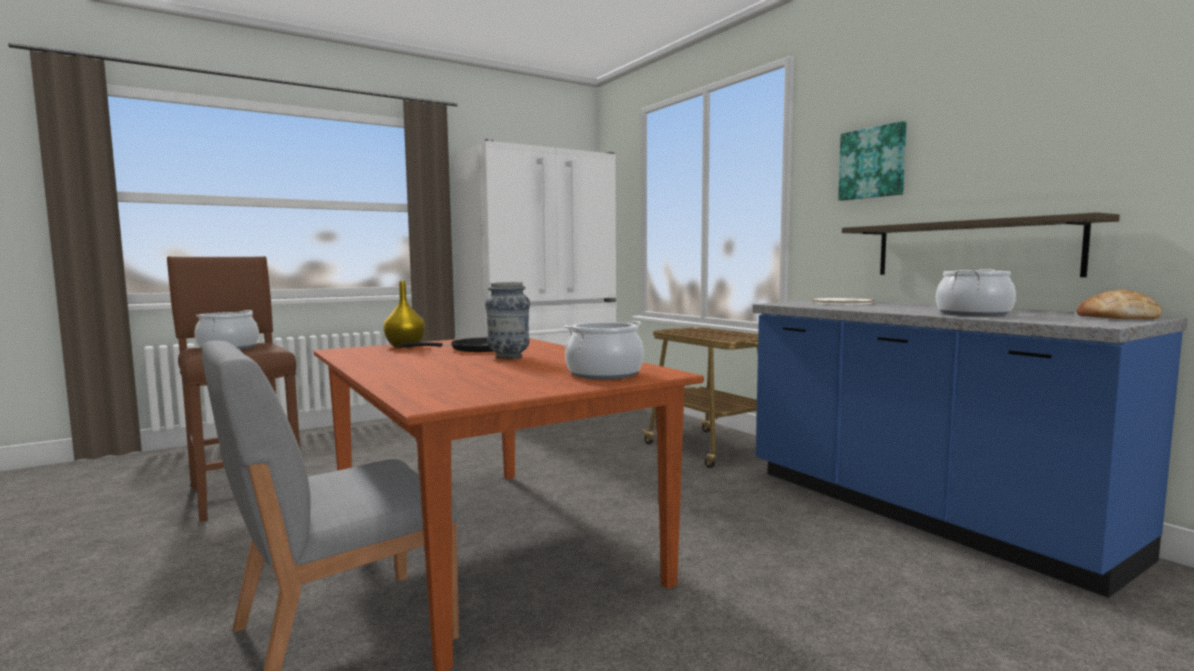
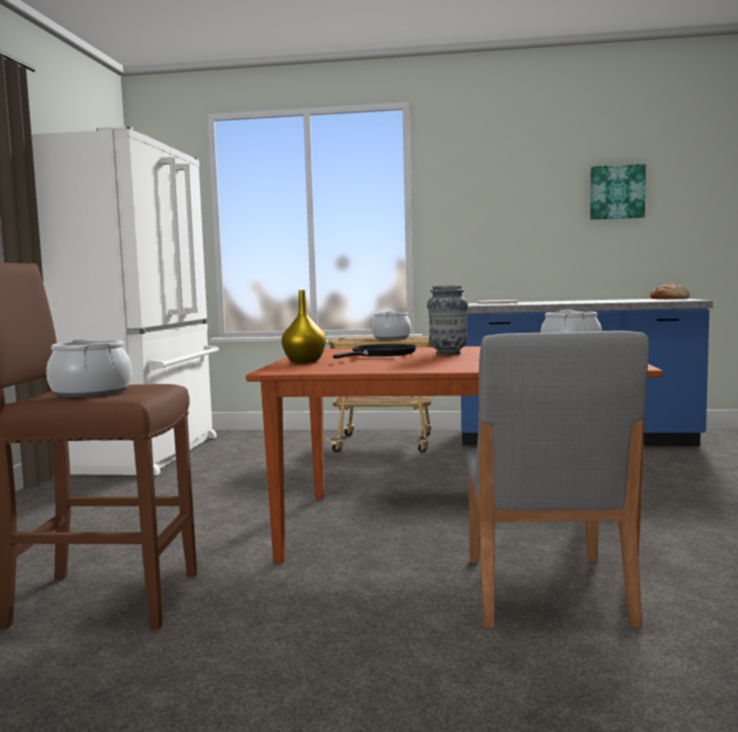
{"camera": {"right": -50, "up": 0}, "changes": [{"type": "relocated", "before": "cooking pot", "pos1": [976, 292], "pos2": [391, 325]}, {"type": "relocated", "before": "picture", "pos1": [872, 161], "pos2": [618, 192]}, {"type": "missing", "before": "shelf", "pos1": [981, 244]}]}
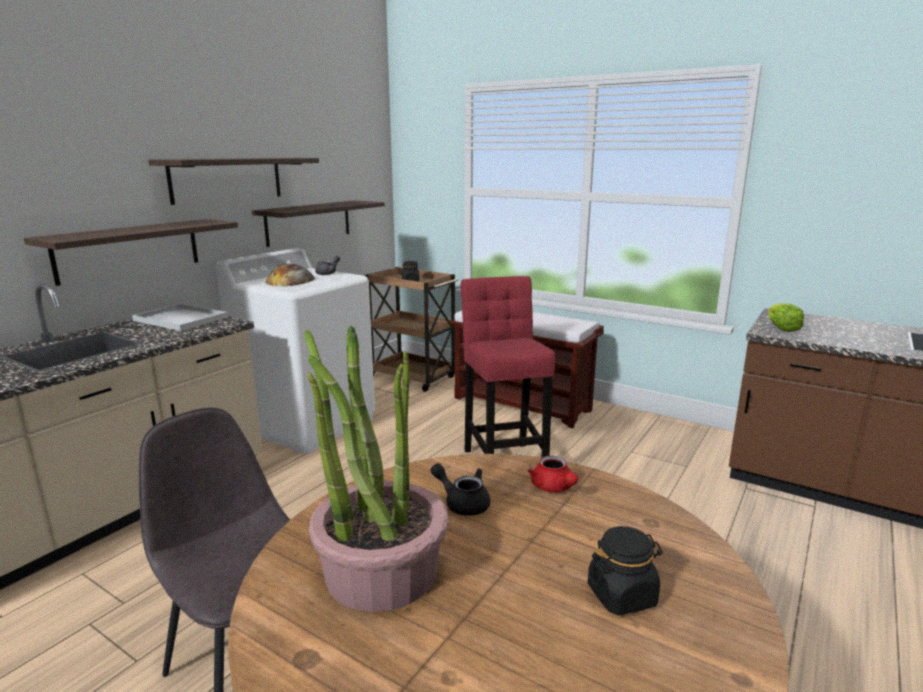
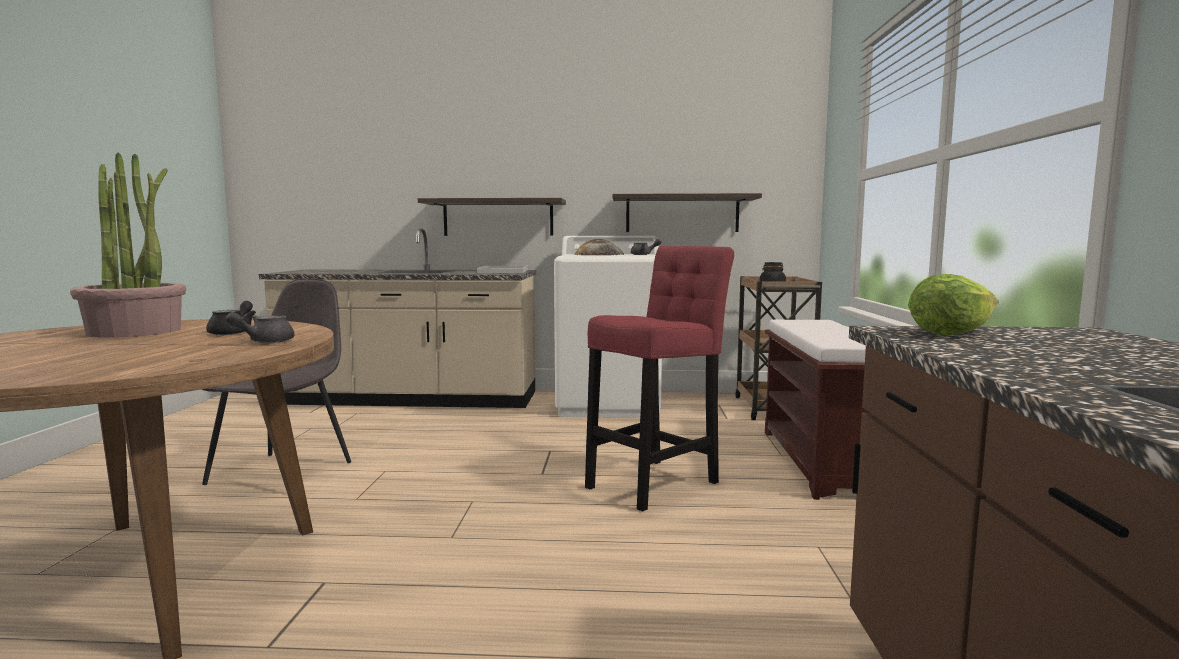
{"camera": {"right": 60, "up": -10}, "changes": [{"type": "colour", "before": "red teapot", "after": "grey teapot", "pos1": [553, 474], "pos2": [260, 327]}, {"type": "missing", "before": "shelf", "pos1": [233, 181]}, {"type": "missing", "before": "black jar", "pos1": [625, 570]}]}
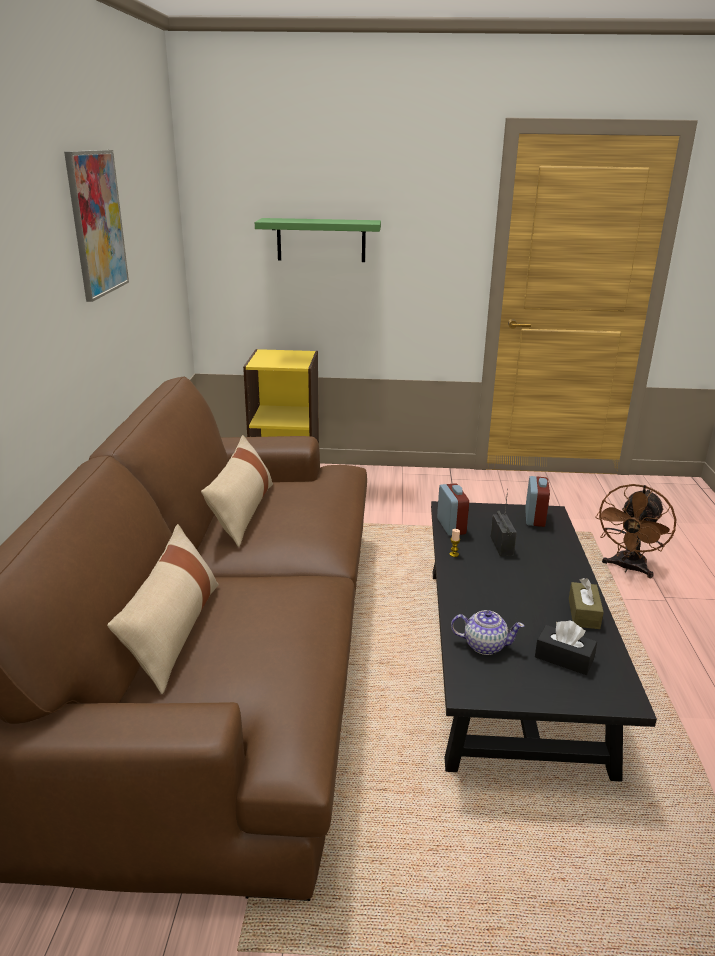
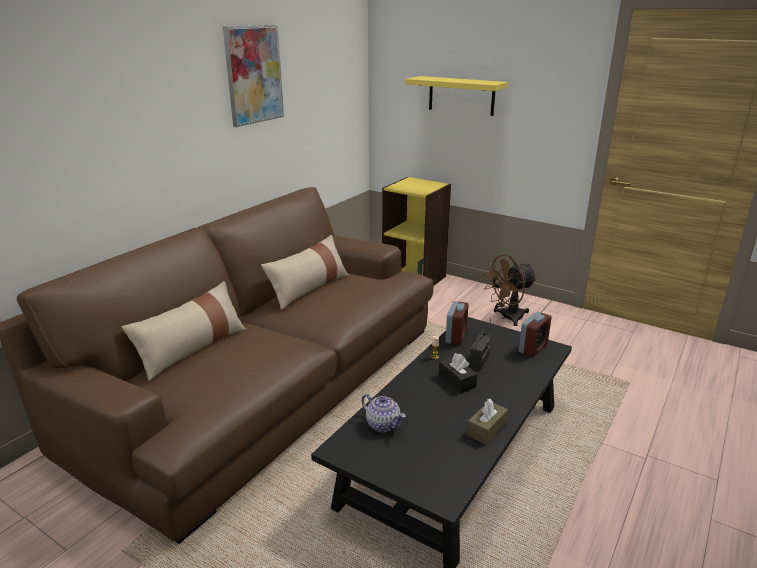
{"camera": {"right": 30, "up": 0}, "changes": [{"type": "colour", "before": "green shelf", "after": "yellow shelf", "pos1": [318, 240], "pos2": [456, 96]}, {"type": "relocated", "before": "black tissue box", "pos1": [566, 648], "pos2": [458, 373]}, {"type": "relocated", "before": "brown fan", "pos1": [636, 531], "pos2": [509, 290]}]}
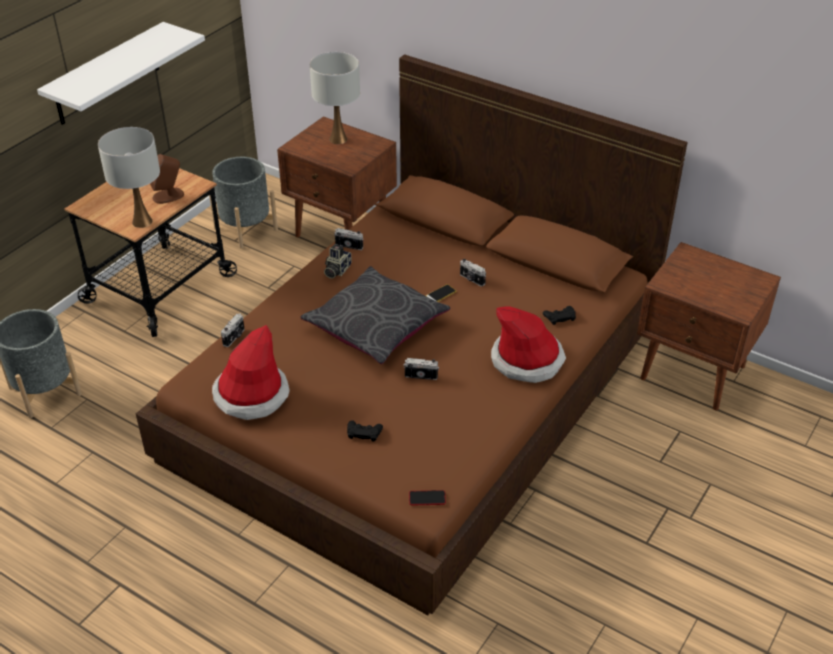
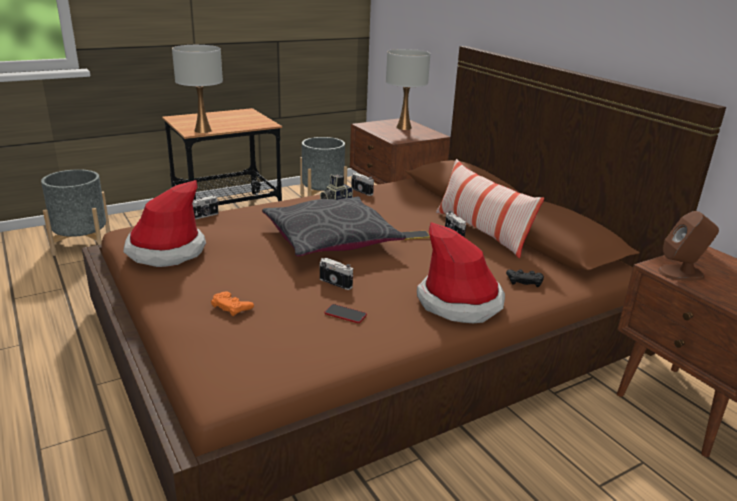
{"camera": {"right": 25, "up": -15}, "changes": [{"type": "colour", "before": "black game controller", "after": "orange game controller", "pos1": [365, 431], "pos2": [232, 304]}, {"type": "relocated", "before": "phone", "pos1": [427, 498], "pos2": [345, 313]}, {"type": "appeared", "after": "pillow", "pos2": [490, 208]}, {"type": "relocated", "before": "brown speaker", "pos1": [167, 179], "pos2": [688, 246]}, {"type": "missing", "before": "white shelf", "pos1": [121, 73]}]}
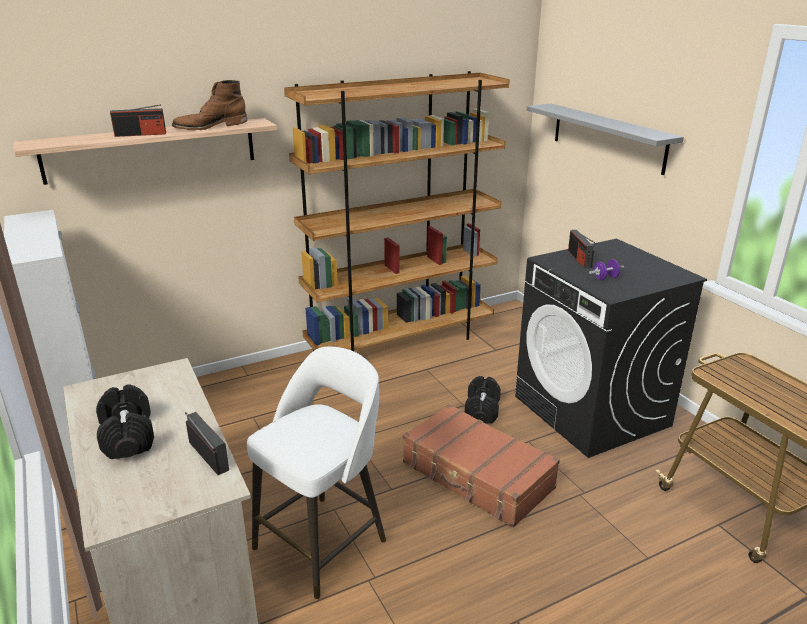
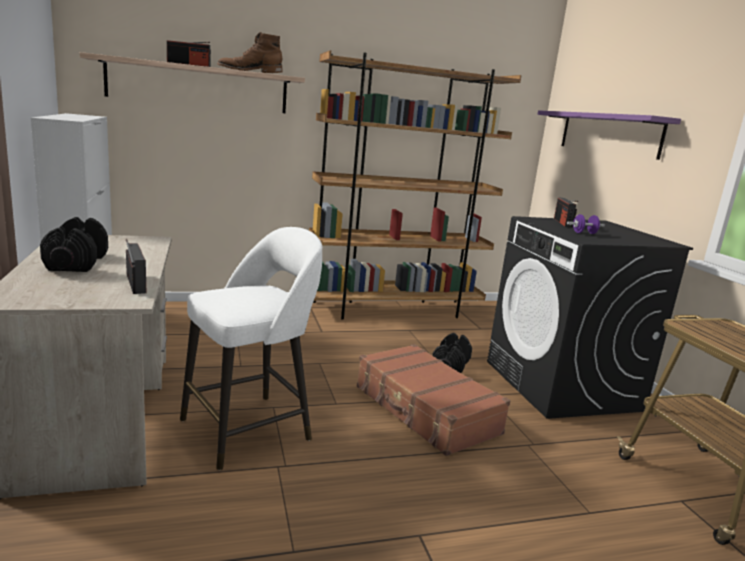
{"camera": {"right": 10, "up": -10}, "changes": [{"type": "colour", "before": "grey shelf", "after": "purple shelf", "pos1": [605, 139], "pos2": [609, 135]}]}
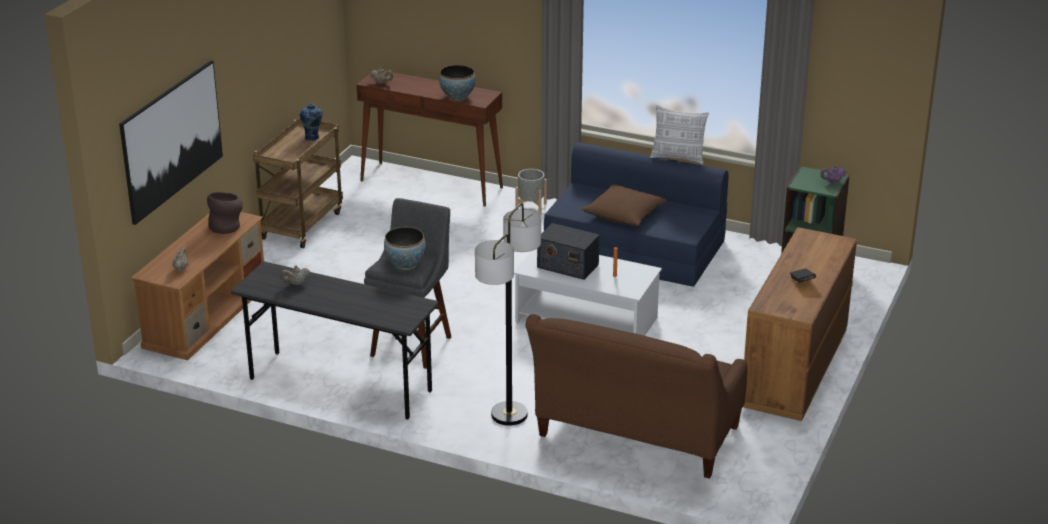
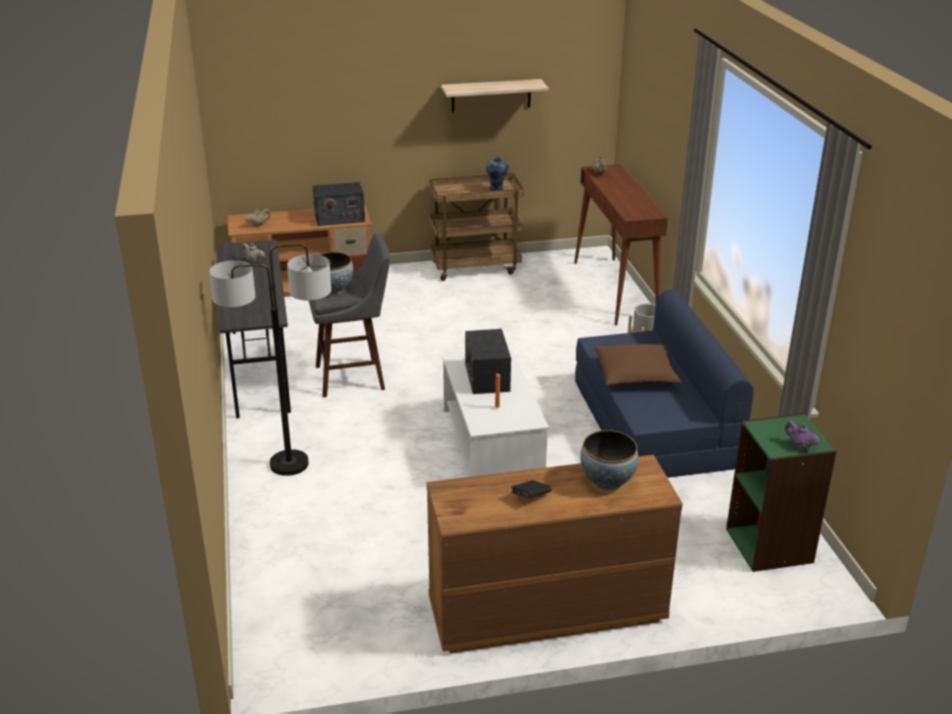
{"camera": {"right": 55, "up": 0}, "changes": [{"type": "exchanged", "before": "brown vase", "after": "radio", "pos1": [225, 213], "pos2": [339, 204]}, {"type": "appeared", "after": "shelf", "pos2": [495, 95]}, {"type": "relocated", "before": "bowl", "pos1": [457, 83], "pos2": [609, 460]}, {"type": "missing", "before": "picture", "pos1": [171, 142]}, {"type": "missing", "before": "brown sofa", "pos1": [637, 396]}, {"type": "missing", "before": "pillow", "pos1": [679, 134]}]}
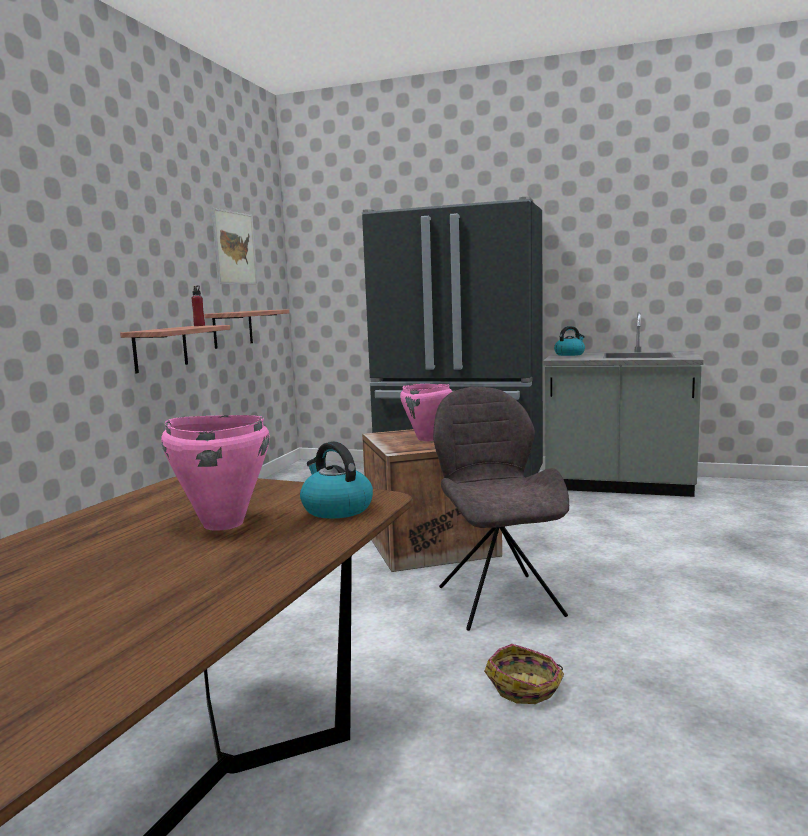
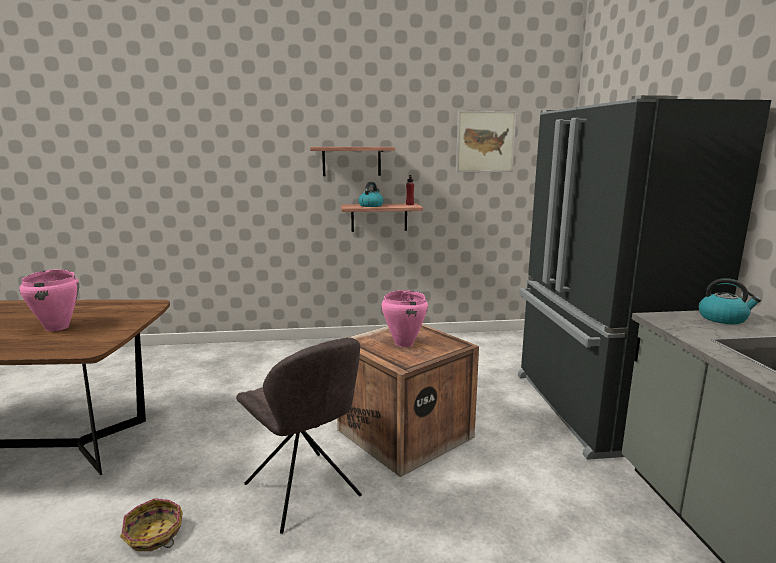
{"camera": {"right": 65, "up": 5}, "changes": [{"type": "spun", "before": "grey chair", "pos1": [501, 509], "pos2": [299, 435], "turn": 90}, {"type": "relocated", "before": "shelf", "pos1": [246, 329], "pos2": [352, 161]}, {"type": "relocated", "before": "kettle", "pos1": [336, 480], "pos2": [371, 194]}]}
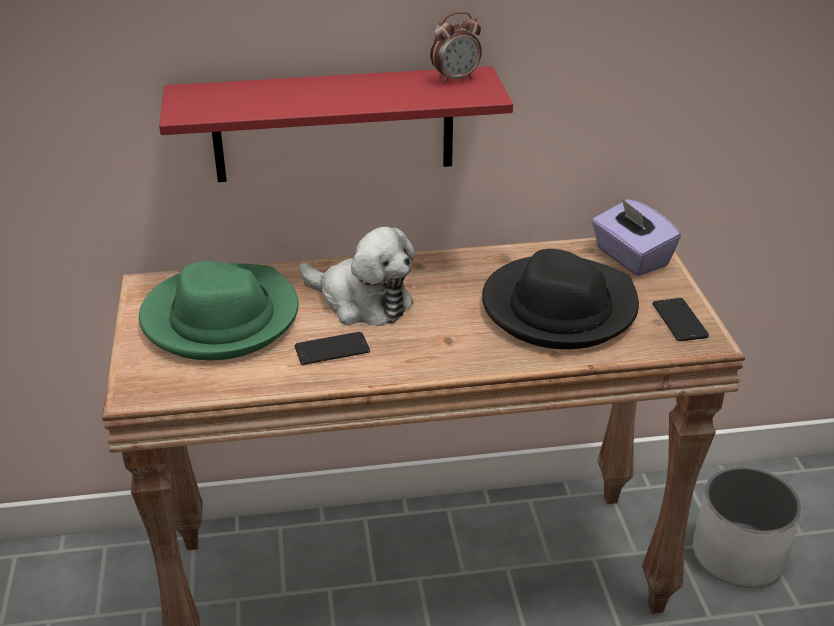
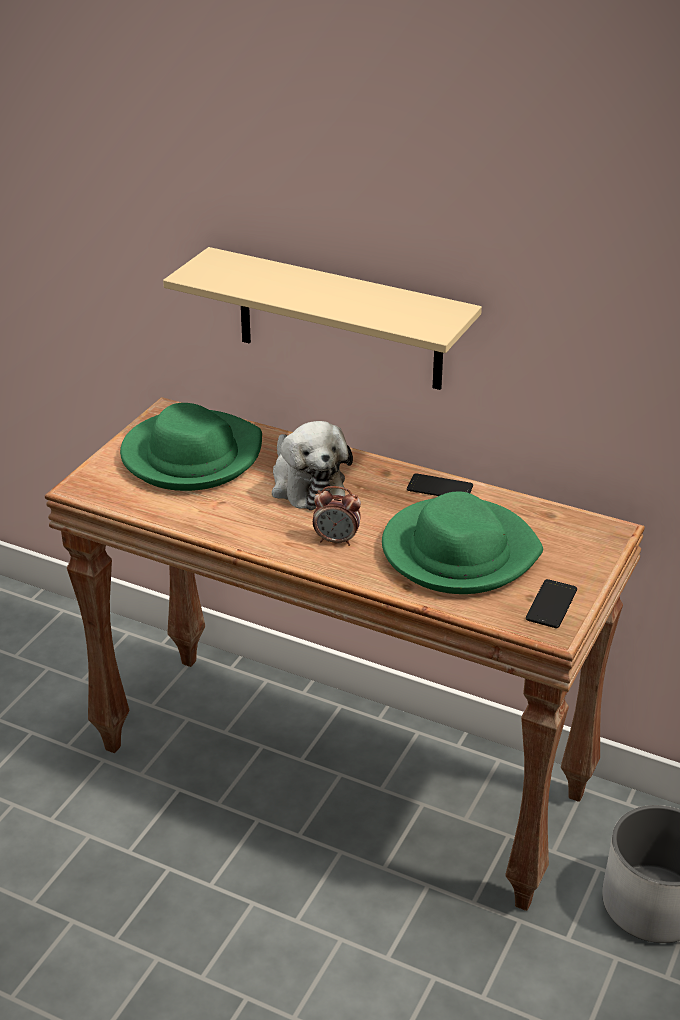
{"camera": {"right": 35, "up": 0}, "changes": [{"type": "colour", "before": "red shelf", "after": "beige shelf", "pos1": [336, 124], "pos2": [322, 318]}, {"type": "relocated", "before": "alarm clock", "pos1": [456, 47], "pos2": [337, 516]}, {"type": "colour", "before": "black hat", "after": "green hat", "pos1": [560, 299], "pos2": [462, 542]}, {"type": "relocated", "before": "phone", "pos1": [332, 348], "pos2": [440, 484]}, {"type": "missing", "before": "purple tissue box", "pos1": [636, 237]}]}
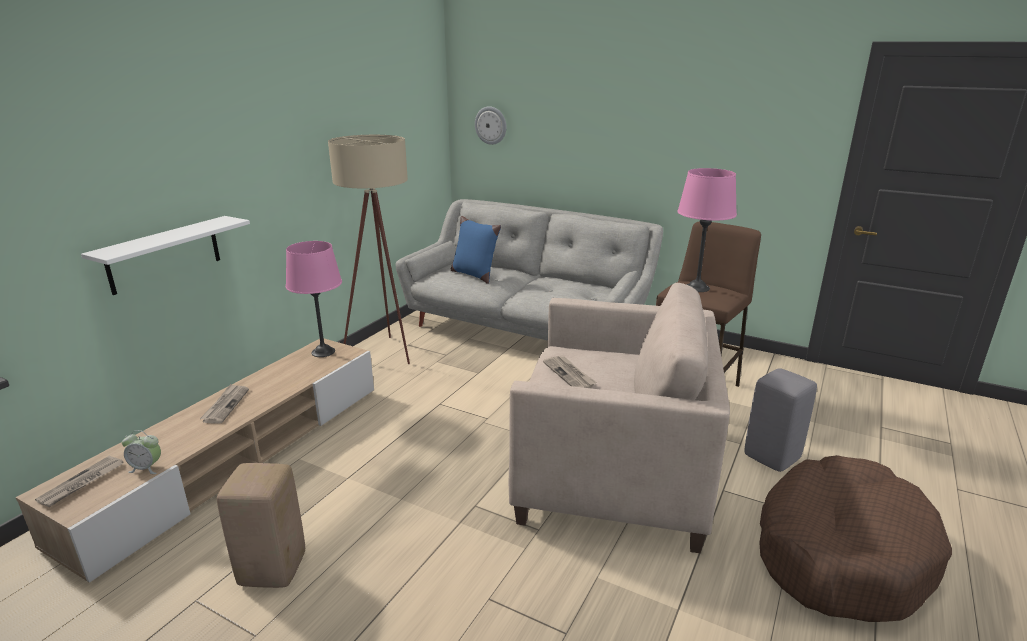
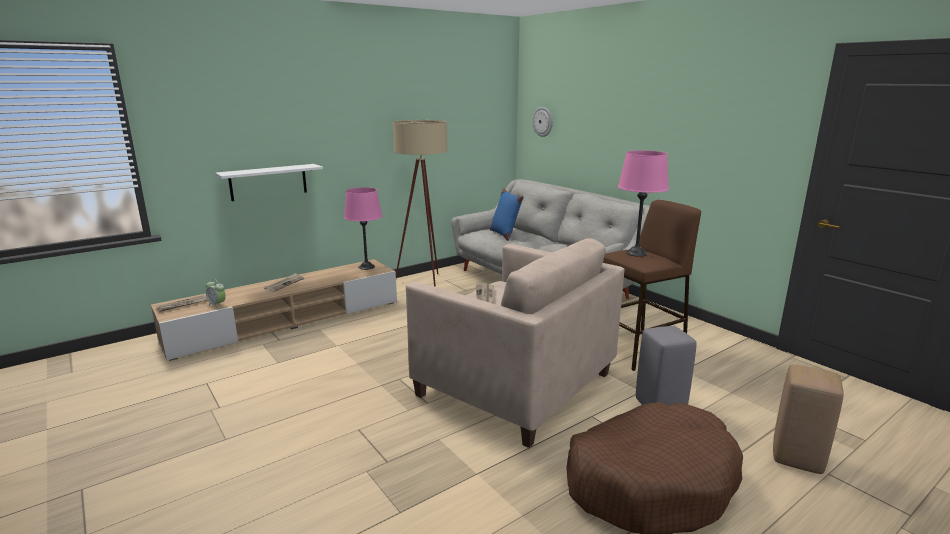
{"camera": {"right": 25, "up": -5}, "changes": [{"type": "relocated", "before": "beige stool", "pos1": [261, 525], "pos2": [808, 419]}]}
